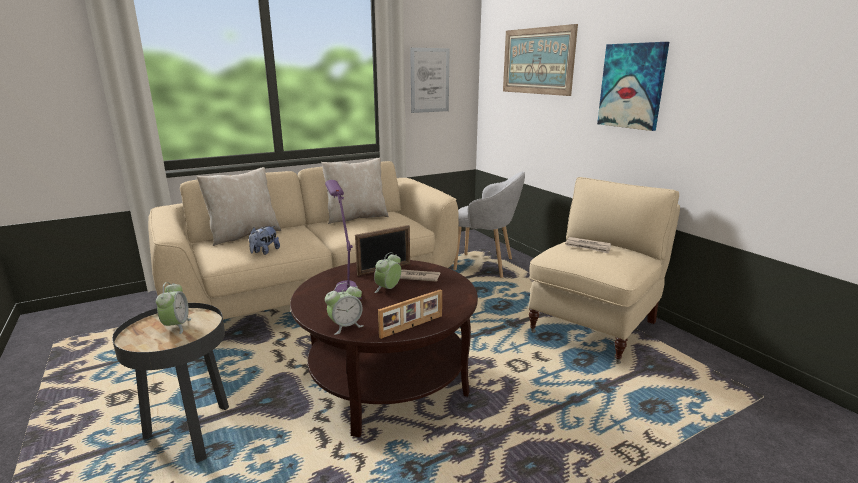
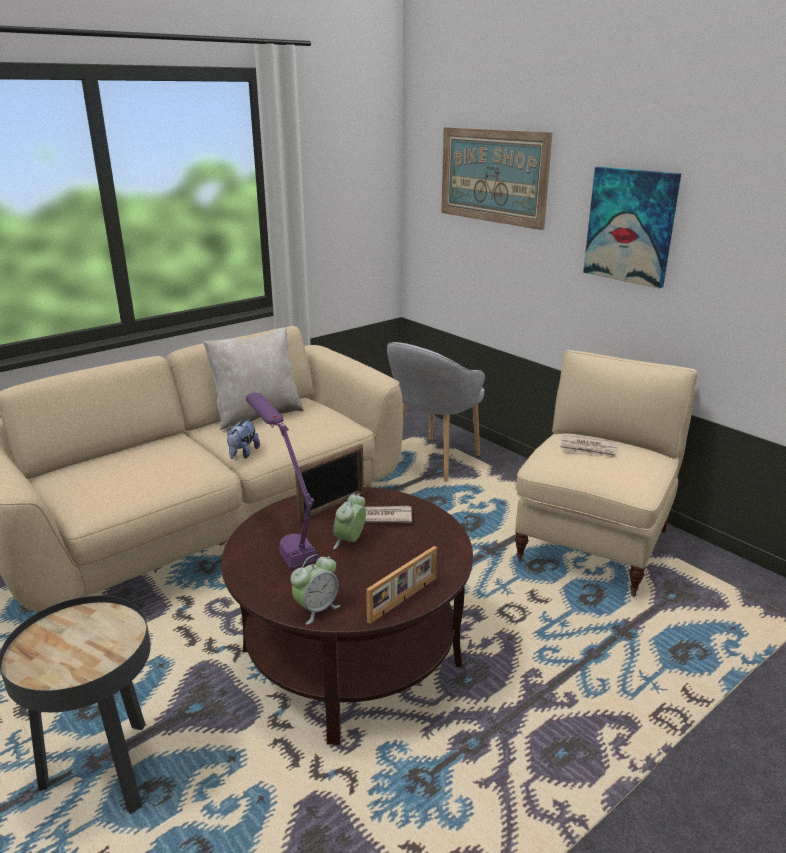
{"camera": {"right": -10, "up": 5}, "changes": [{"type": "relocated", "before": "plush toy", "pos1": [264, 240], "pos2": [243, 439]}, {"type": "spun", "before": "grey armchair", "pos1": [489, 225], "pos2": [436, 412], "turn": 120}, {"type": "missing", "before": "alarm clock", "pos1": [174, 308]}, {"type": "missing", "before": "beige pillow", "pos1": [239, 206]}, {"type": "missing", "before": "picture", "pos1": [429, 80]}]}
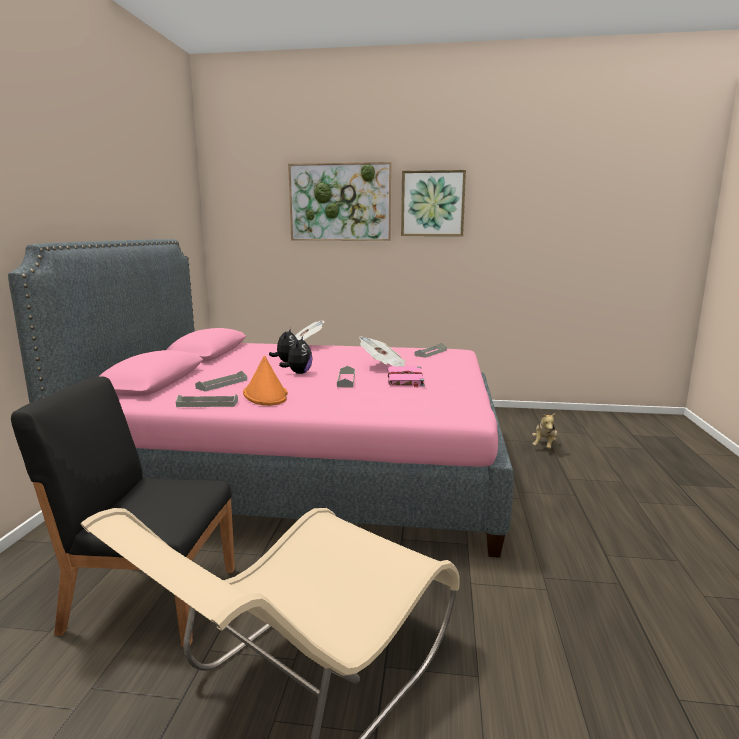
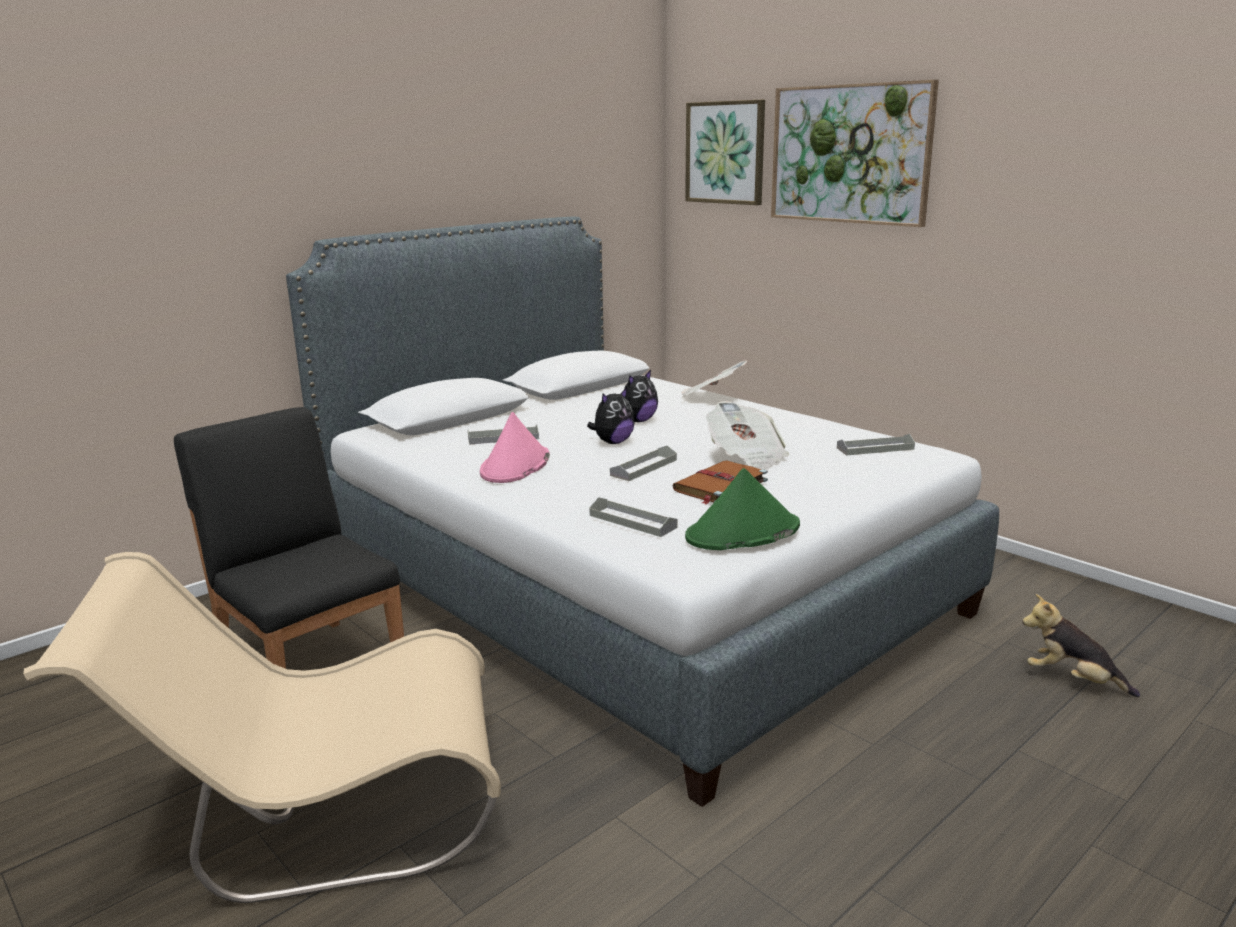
{"camera": {"right": 40, "up": 5}, "changes": [{"type": "colour", "before": "pink bed", "after": "white bed", "pos1": [261, 398], "pos2": [642, 512]}, {"type": "colour", "before": "orange hat", "after": "pink hat", "pos1": [265, 381], "pos2": [515, 447]}, {"type": "relocated", "before": "grey tray", "pos1": [207, 400], "pos2": [633, 517]}, {"type": "colour", "before": "pink book", "after": "brown book", "pos1": [406, 377], "pos2": [720, 482]}, {"type": "relocated", "before": "picture", "pos1": [433, 203], "pos2": [725, 152]}, {"type": "appeared", "after": "green hat", "pos2": [742, 509]}, {"type": "spun", "before": "plush toy", "pos1": [545, 430], "pos2": [1081, 645], "turn": 60}]}
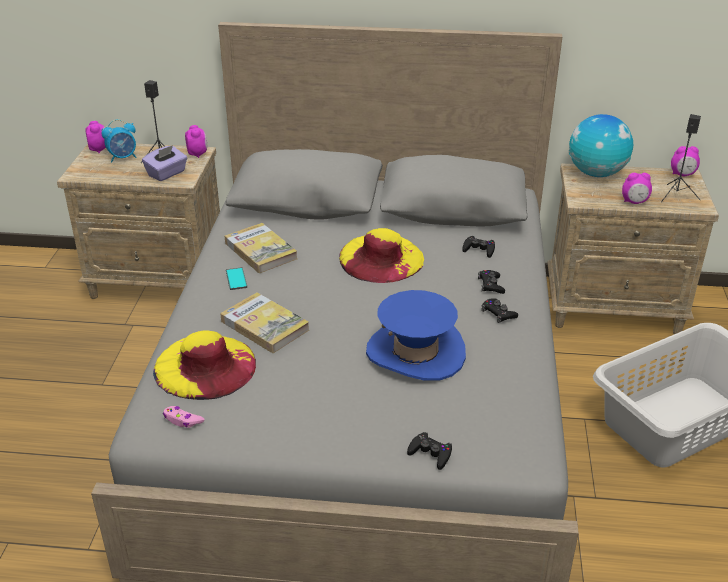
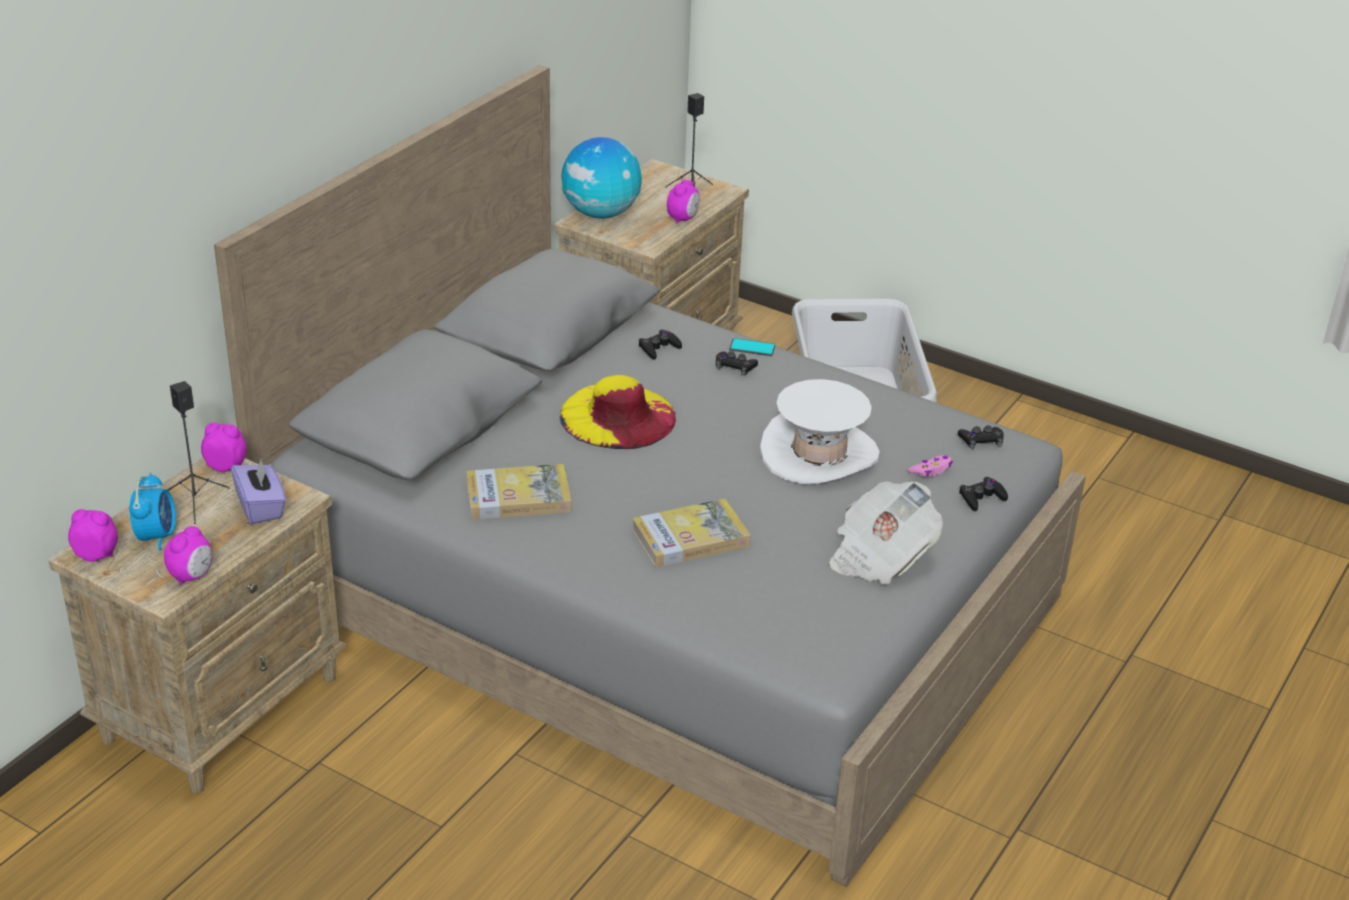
{"camera": {"right": -65, "up": 0}, "changes": [{"type": "relocated", "before": "alarm clock", "pos1": [685, 161], "pos2": [188, 555]}, {"type": "relocated", "before": "phone", "pos1": [236, 278], "pos2": [752, 347]}, {"type": "colour", "before": "blue hat", "after": "white hat", "pos1": [416, 335], "pos2": [820, 431]}, {"type": "appeared", "after": "newspaper", "pos2": [886, 533]}, {"type": "relocated", "before": "pink game controller", "pos1": [184, 417], "pos2": [930, 466]}, {"type": "relocated", "before": "black game controller", "pos1": [500, 310], "pos2": [981, 437]}, {"type": "missing", "before": "yellow hat", "pos1": [204, 365]}]}
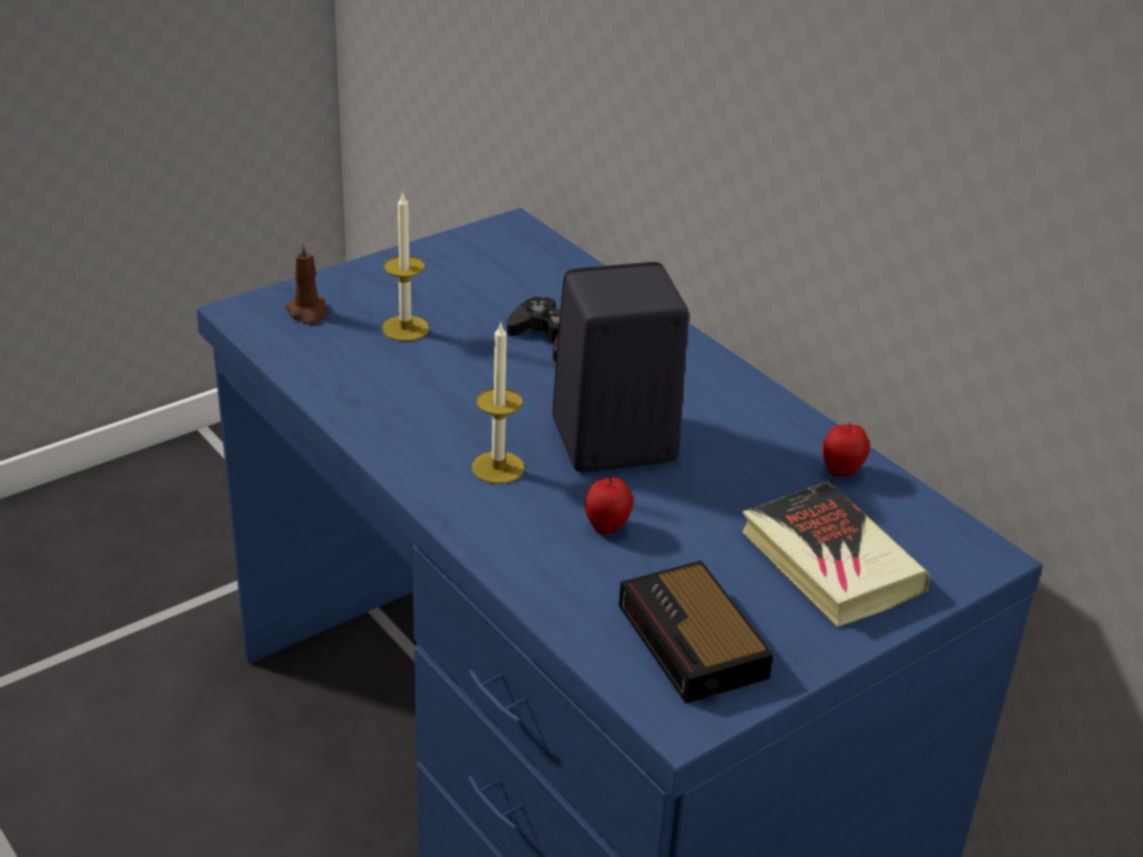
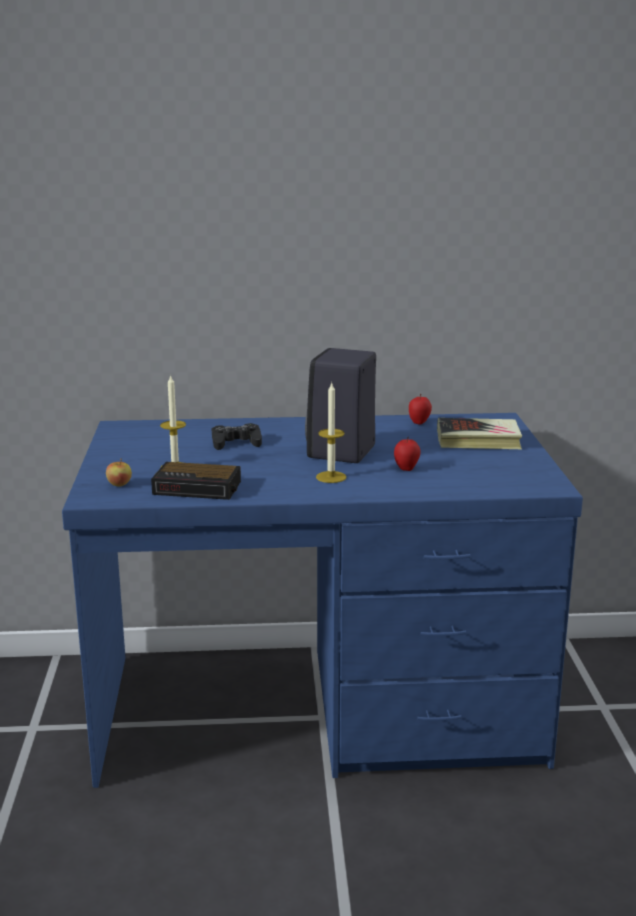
{"camera": {"right": -55, "up": -15}, "changes": [{"type": "exchanged", "before": "brown candle", "after": "apple", "pos1": [306, 283], "pos2": [119, 472]}, {"type": "relocated", "before": "alarm clock", "pos1": [696, 632], "pos2": [196, 481]}]}
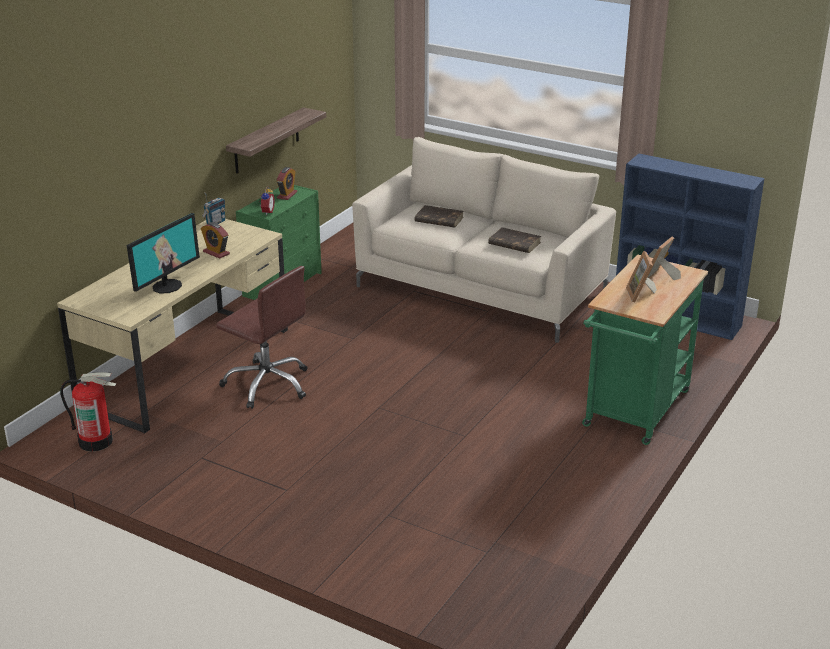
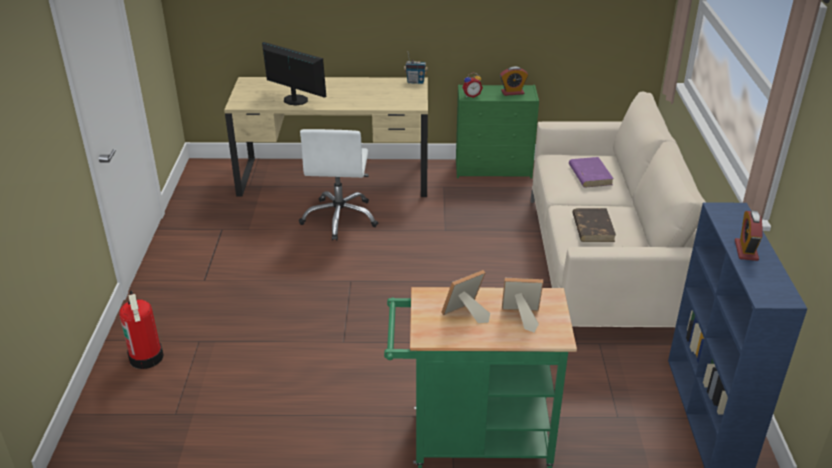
{"camera": {"right": 60, "up": 5}, "changes": [{"type": "relocated", "before": "fire extinguisher", "pos1": [88, 412], "pos2": [141, 329]}, {"type": "spun", "before": "monitor", "pos1": [163, 253], "pos2": [294, 74], "turn": -150}, {"type": "colour", "before": "brown office chair", "after": "white office chair", "pos1": [262, 337], "pos2": [338, 185]}, {"type": "colour", "before": "brown book", "after": "purple book", "pos1": [439, 216], "pos2": [591, 172]}, {"type": "relocated", "before": "alarm clock", "pos1": [215, 240], "pos2": [749, 235]}, {"type": "missing", "before": "shelf", "pos1": [276, 140]}]}
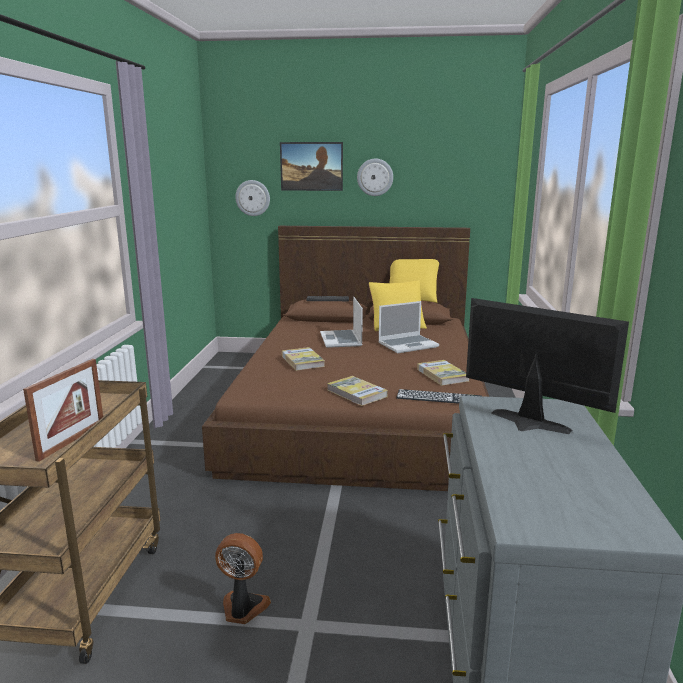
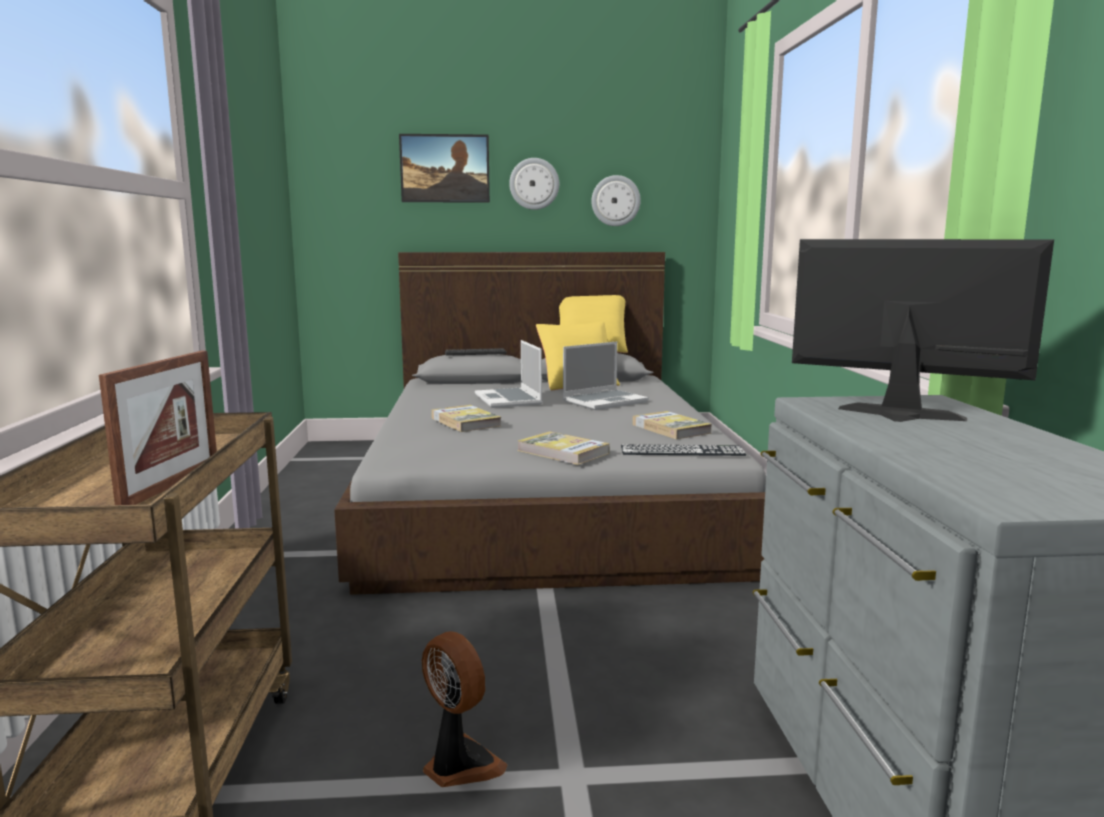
{"camera": {"right": -10, "up": -5}, "changes": [{"type": "colour", "before": "brown bed", "after": "grey bed", "pos1": [345, 358], "pos2": [550, 423]}, {"type": "spun", "before": "fan", "pos1": [243, 578], "pos2": [465, 709], "turn": 45}, {"type": "relocated", "before": "wall clock", "pos1": [252, 198], "pos2": [616, 200]}]}
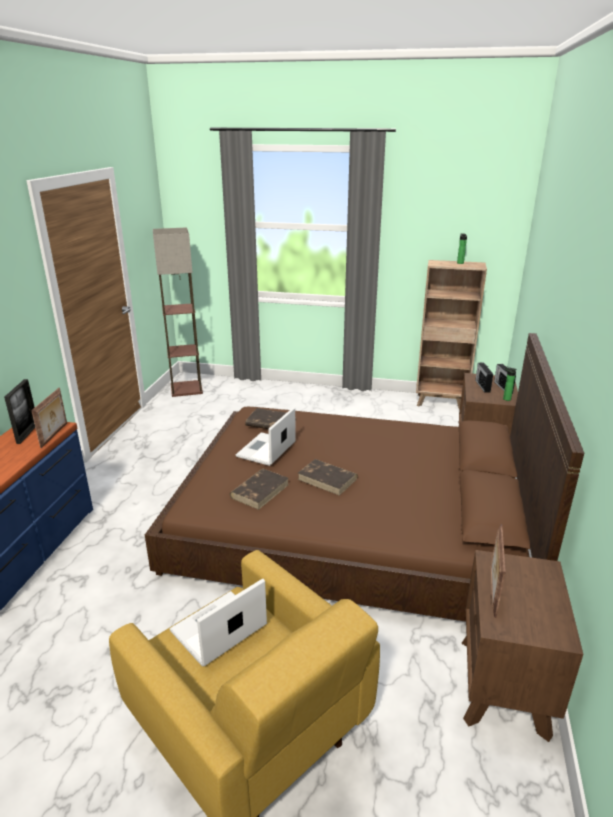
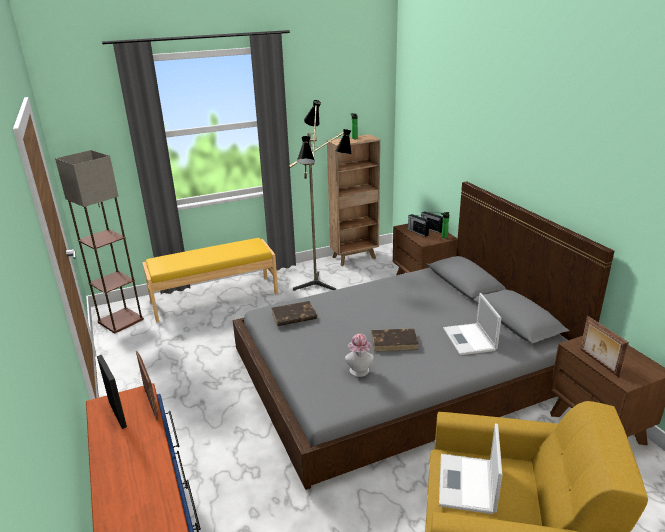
{"camera": {"right": -35, "up": 0}, "changes": [{"type": "appeared", "after": "yellow bench", "pos2": [210, 280]}, {"type": "colour", "before": "brown bed", "after": "grey bed", "pos1": [364, 477], "pos2": [423, 336]}, {"type": "appeared", "after": "floor lamp", "pos2": [320, 195]}, {"type": "exchanged", "before": "brown book", "after": "hat", "pos1": [259, 489], "pos2": [359, 355]}, {"type": "relocated", "before": "laptop", "pos1": [266, 436], "pos2": [472, 324]}]}
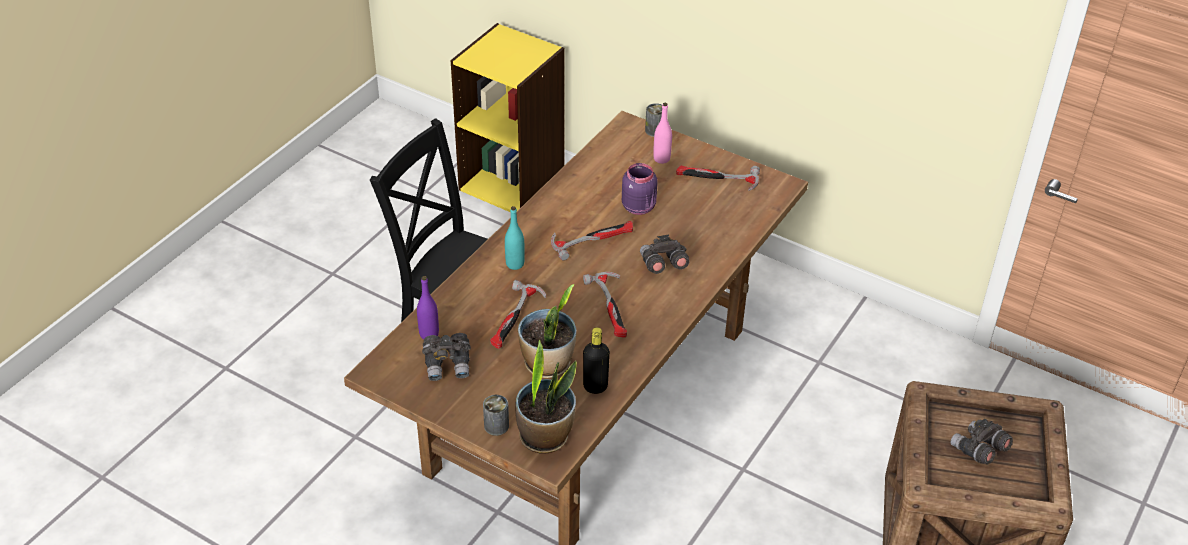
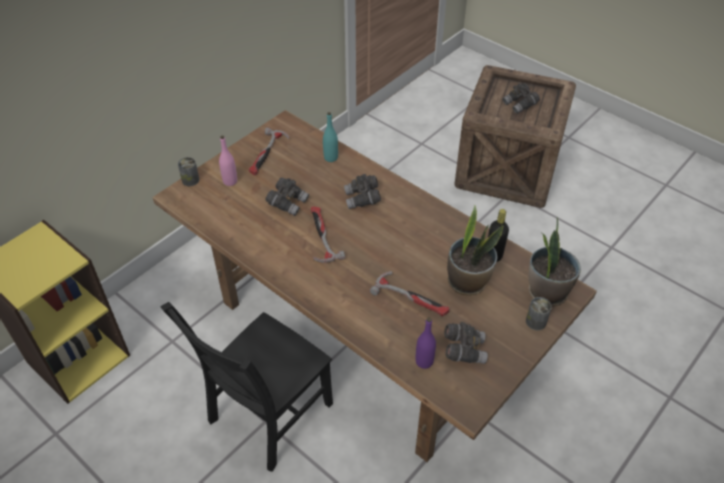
{"camera": {"right": -80, "up": 5}, "changes": [{"type": "exchanged", "before": "purple jar", "after": "grey binoculars", "pos1": [640, 189], "pos2": [287, 196]}, {"type": "relocated", "before": "turquoise bottle", "pos1": [515, 238], "pos2": [330, 137]}, {"type": "missing", "before": "hammer", "pos1": [605, 305]}]}
